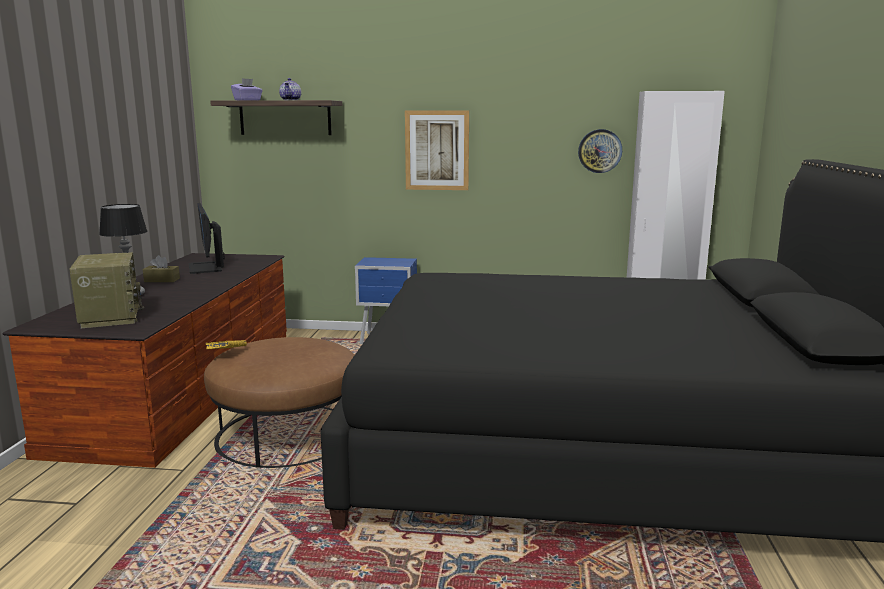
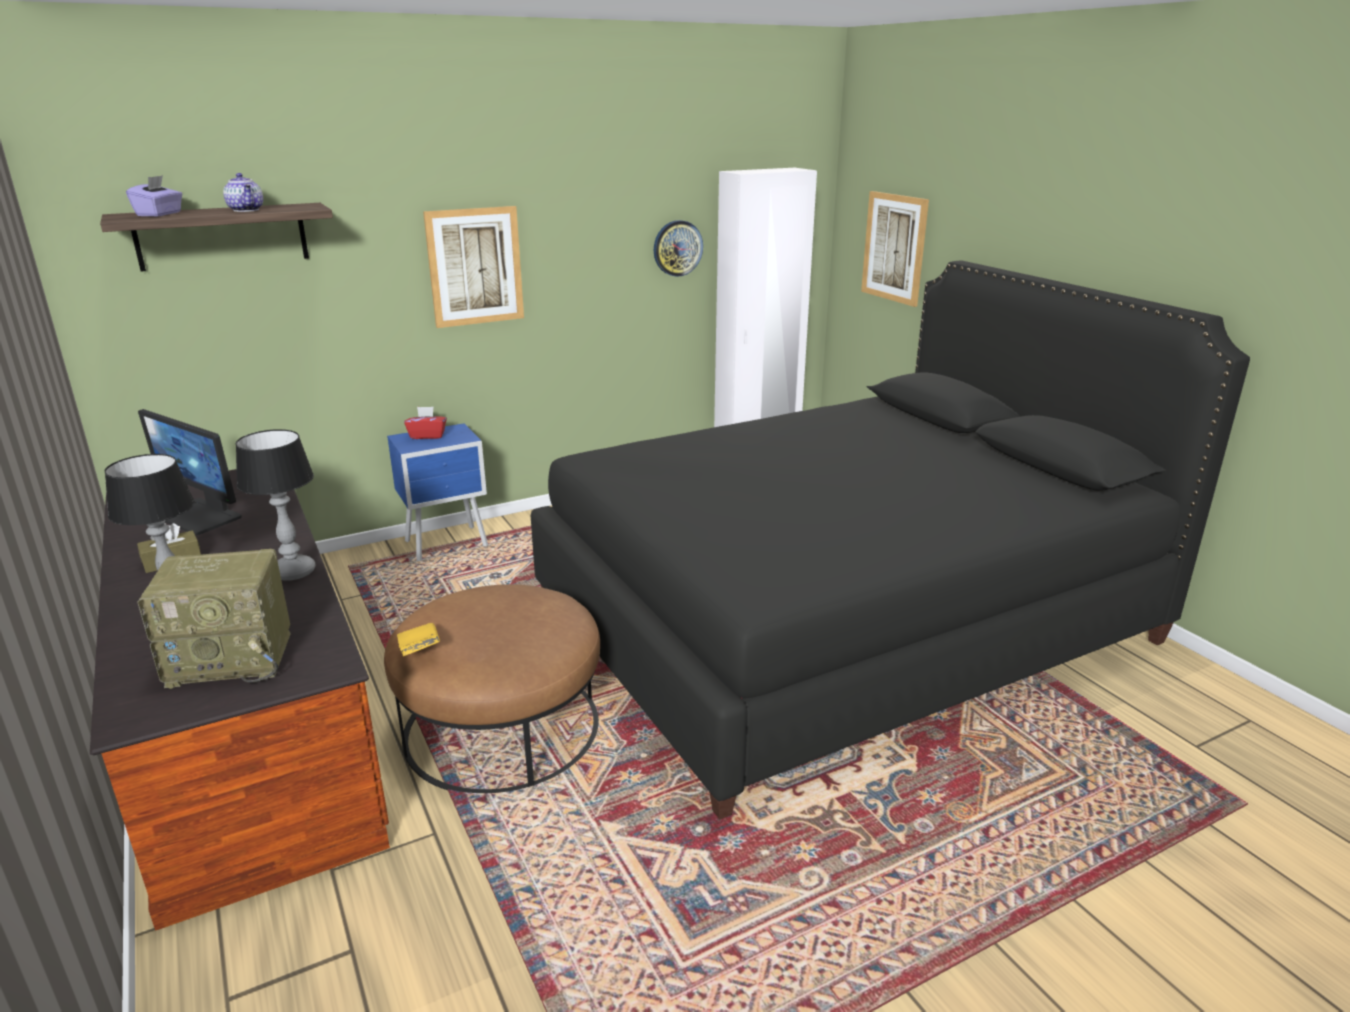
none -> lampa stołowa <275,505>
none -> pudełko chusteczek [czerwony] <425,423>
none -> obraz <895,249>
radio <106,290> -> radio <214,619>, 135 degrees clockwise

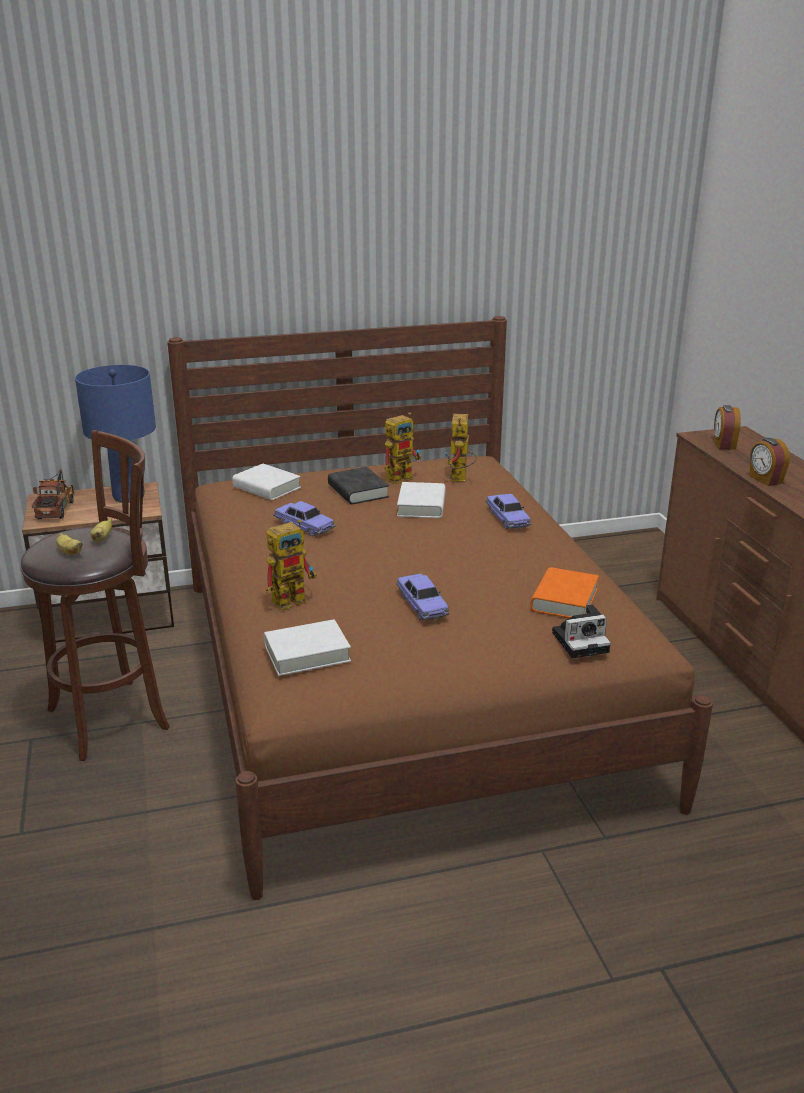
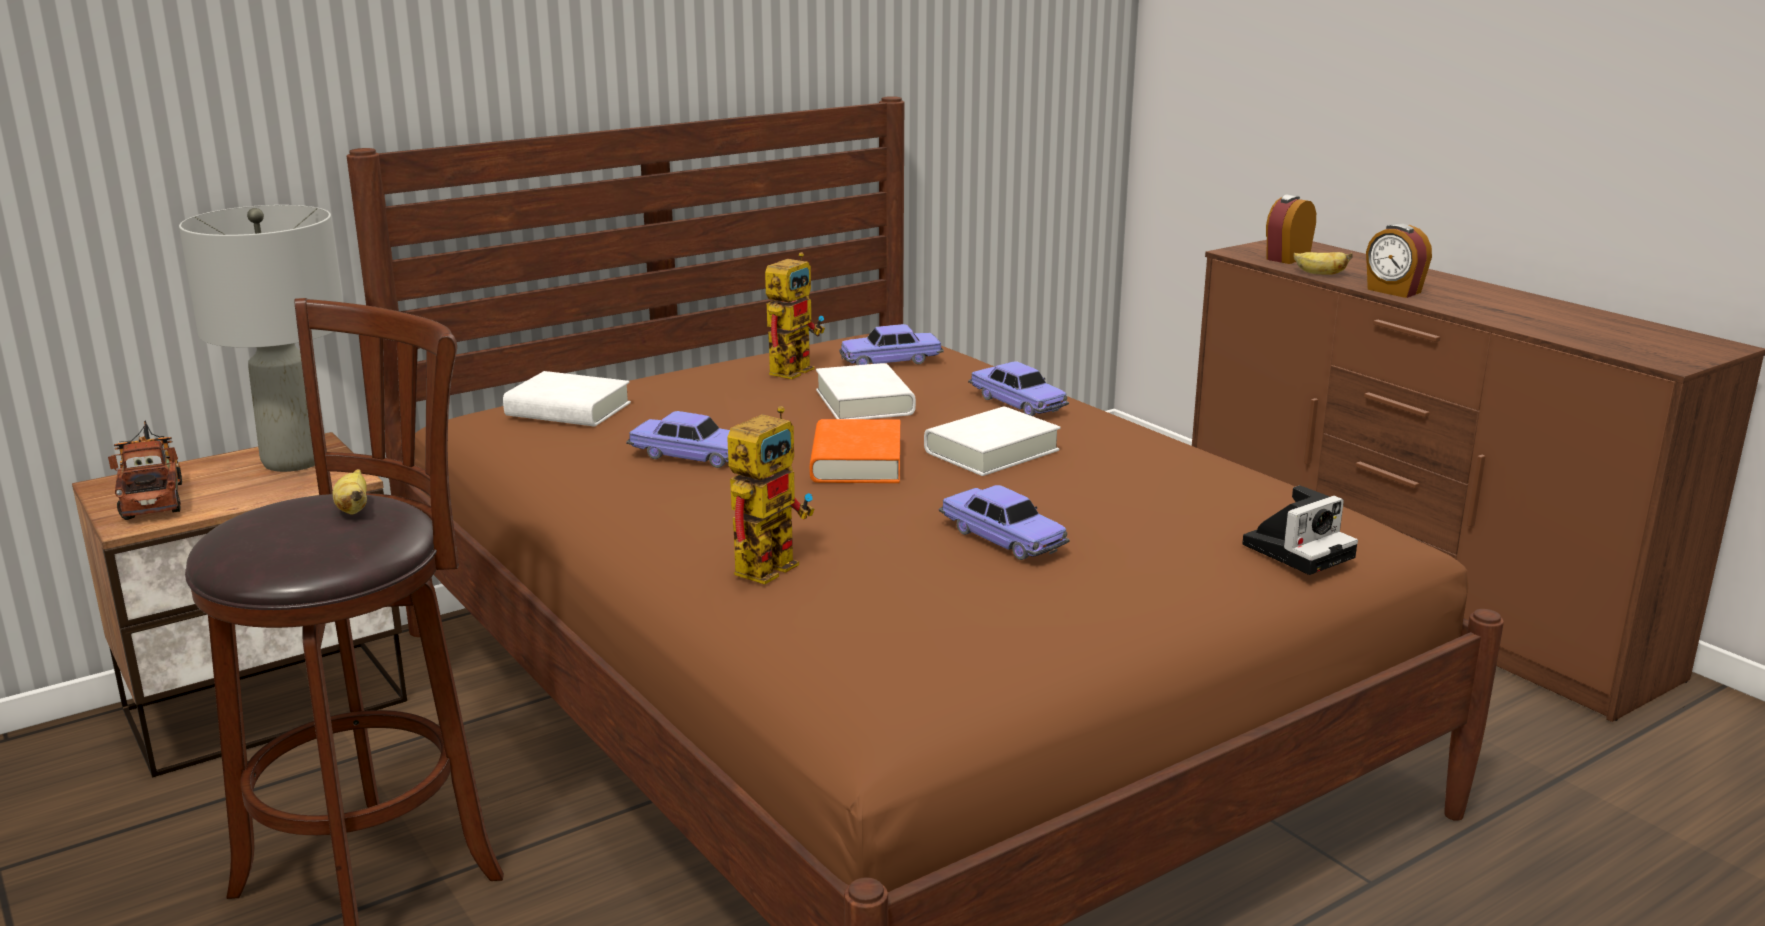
książka [czarny] <358,485> -> none
banan <69,544> -> banan <1323,263>, relocated
książka [biały] <307,647> -> książka [biały] <992,441>, relocated
książka [pomarańczowy] <564,592> -> książka [pomarańczowy] <855,451>, relocated
robot zabawkowy <461,447> -> samochodzik <891,344>
lampa stołowa [niebieski] <115,434> -> lampa stołowa [szary] <261,338>
budzik <727,427> -> budzik <1291,229>, 60 degrees clockwise

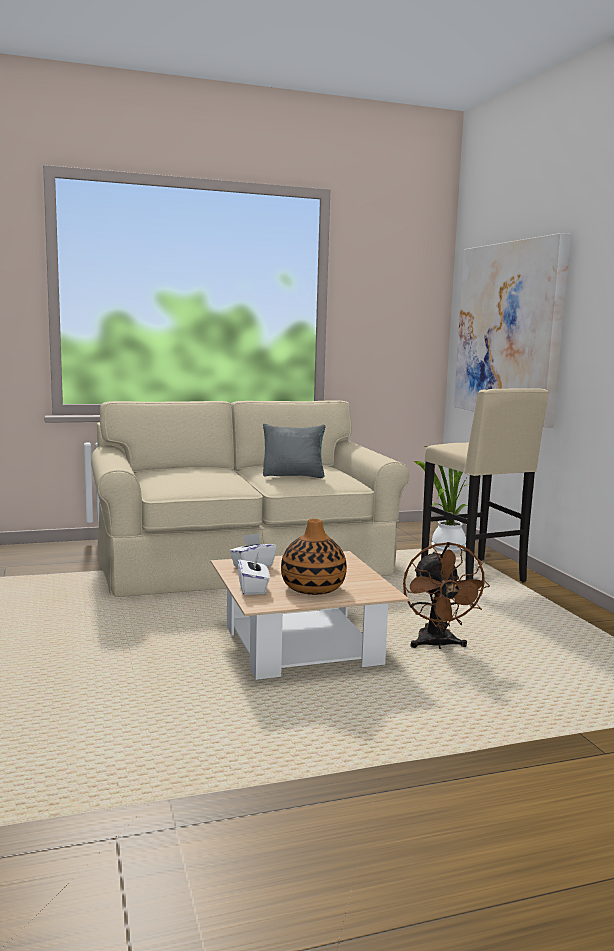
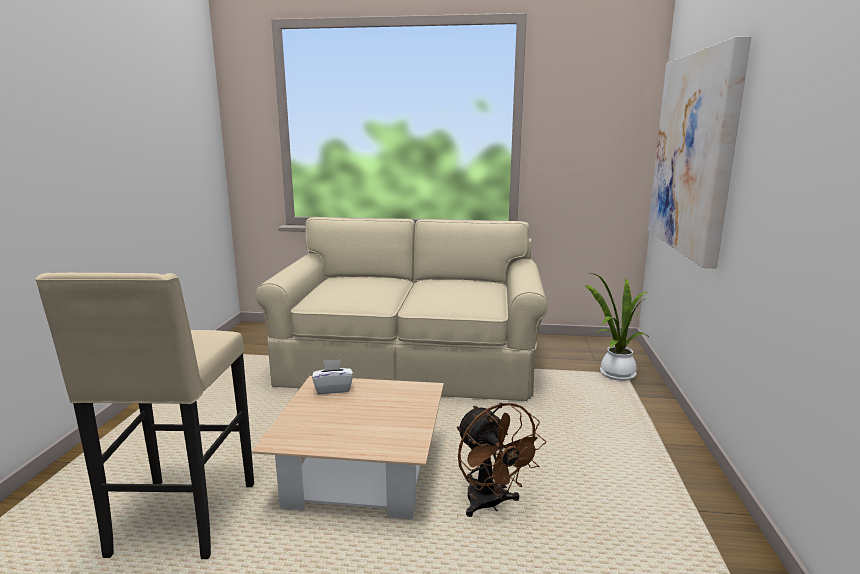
pudełko chusteczek [biały] <254,574> -> none
poduszka [szary] <294,451> -> none
wazon <314,557> -> none
stołek [beżowy] <485,485> -> stołek [beżowy] <144,416>, relocated
wentylator [brązowy] <446,595> -> wentylator [brązowy] <501,460>, 45 degrees counterclockwise

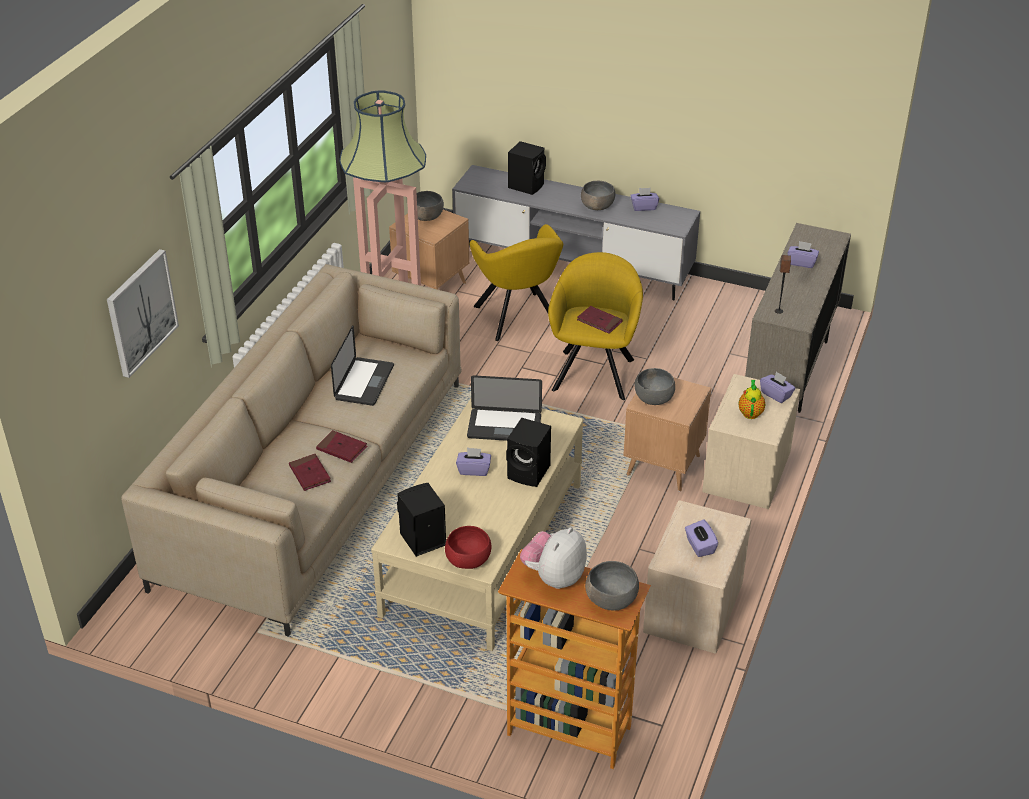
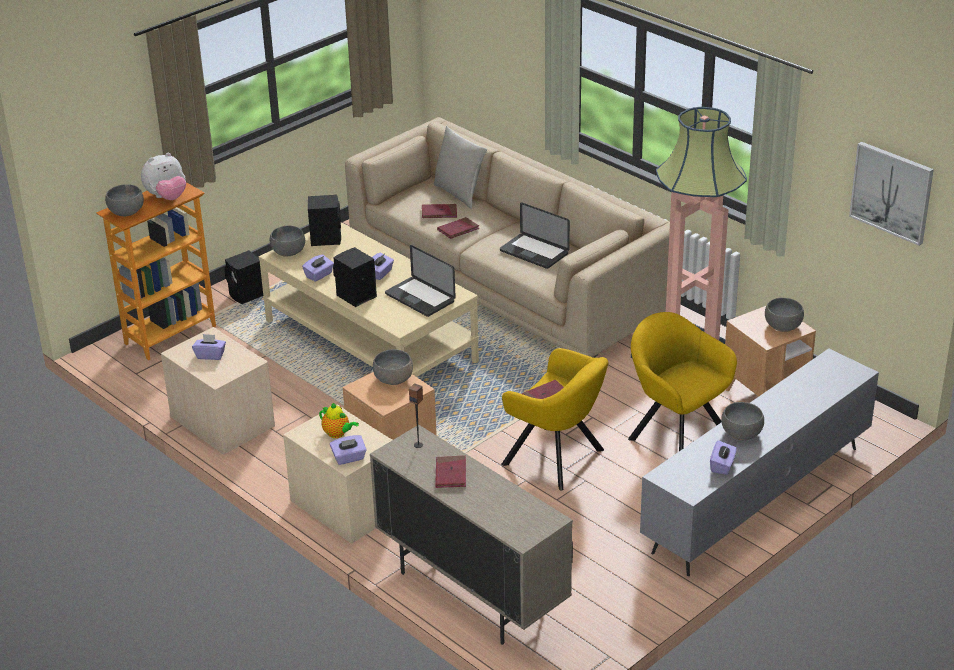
none -> poduszka [szary] <460,167>
none -> książka [czerwony] <450,471>
obraz <143,313> -> obraz <891,194>, relocated
głośnik [czarny] <527,168> -> głośnik [czarny] <243,277>, relocated
pudełko chusteczek [fioletowy] <803,254> -> pudełko chusteczek [fioletowy] <318,268>, relocated
miska [czerwony] <468,547> -> miska [szary] <287,241>
laptop <504,408> -> laptop <420,281>, 75 degrees counterclockwise
fotel [żółty] <516,282> -> fotel [żółty] <682,381>, 45 degrees clockwise
pluszak <553,558> -> pluszak <163,176>, 90 degrees clockwise

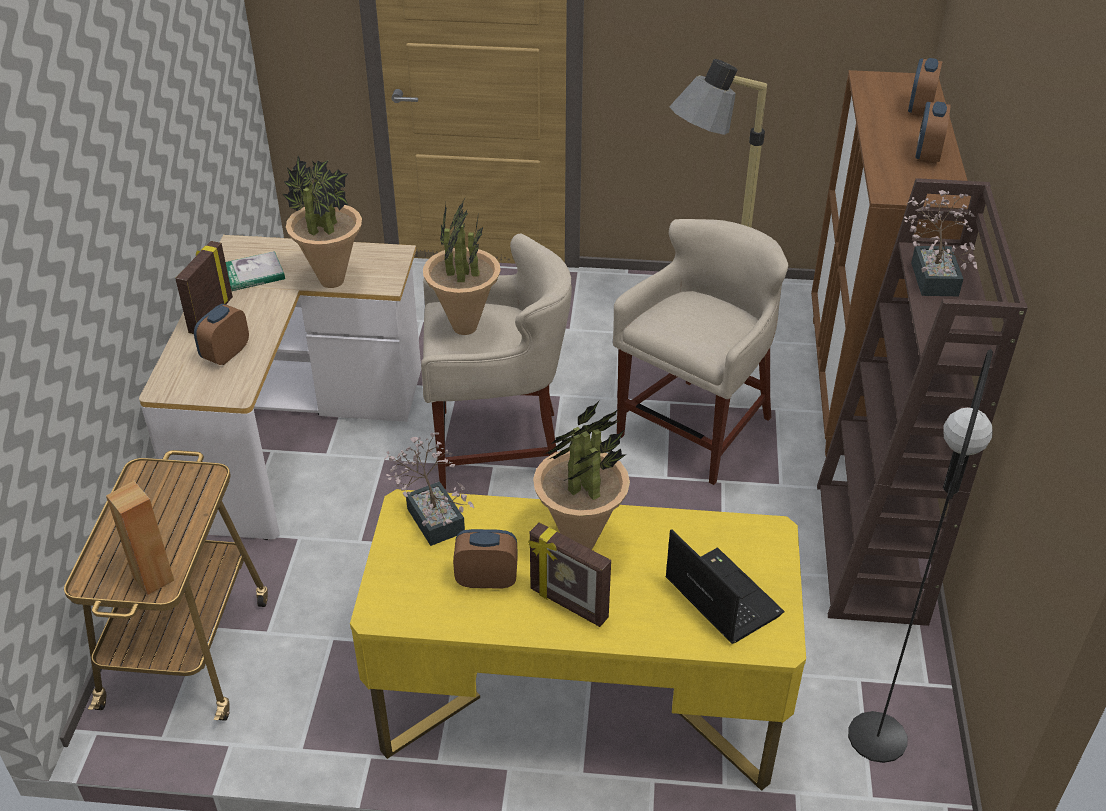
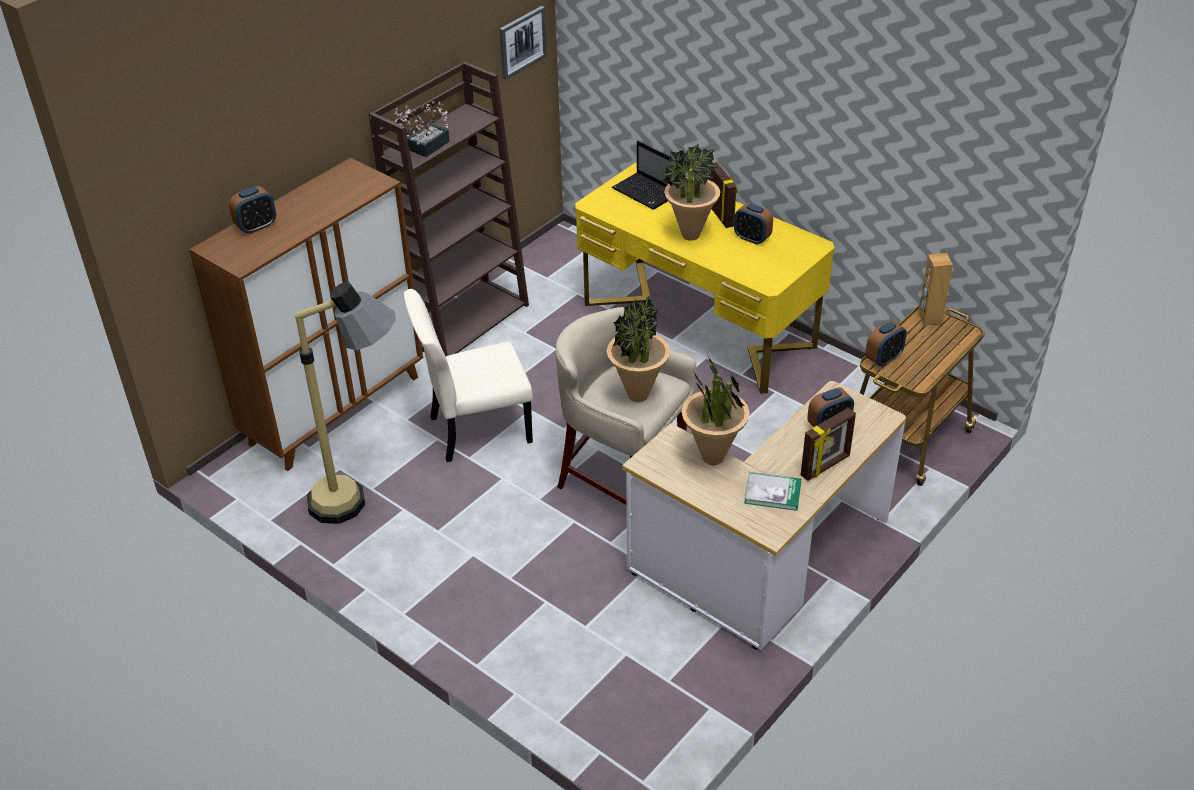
roślina doniczkowa <429,489> -> none
lampa stojąca [czarny] <920,556> -> none
none -> obraz <523,43>
budzik <933,132> -> budzik <886,343>, relocated
stołek [beżowy] <701,352> -> krzesło [beżowy] <468,375>
laptop <725,586> -> laptop <641,175>, 45 degrees counterclockwise

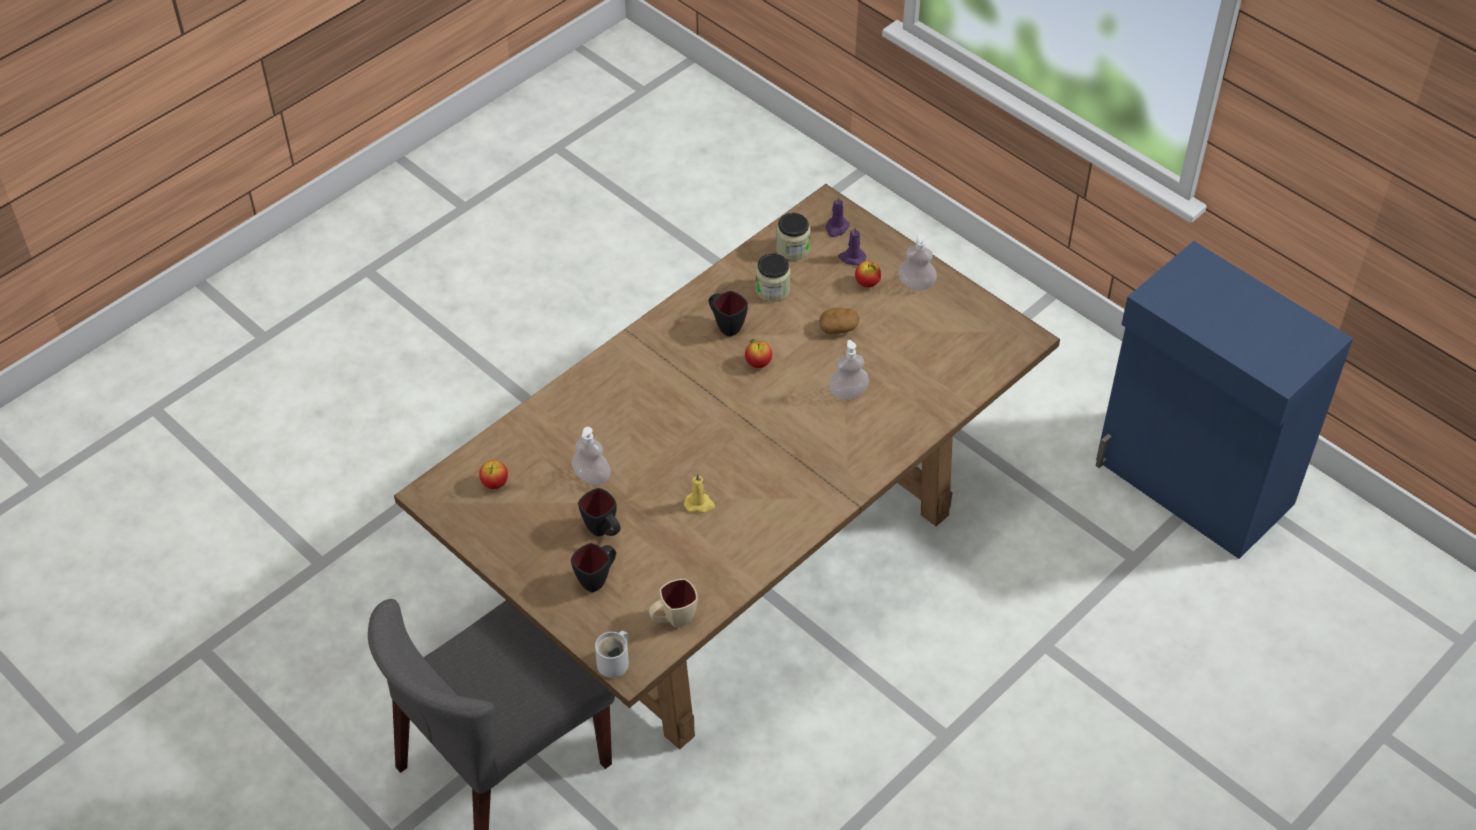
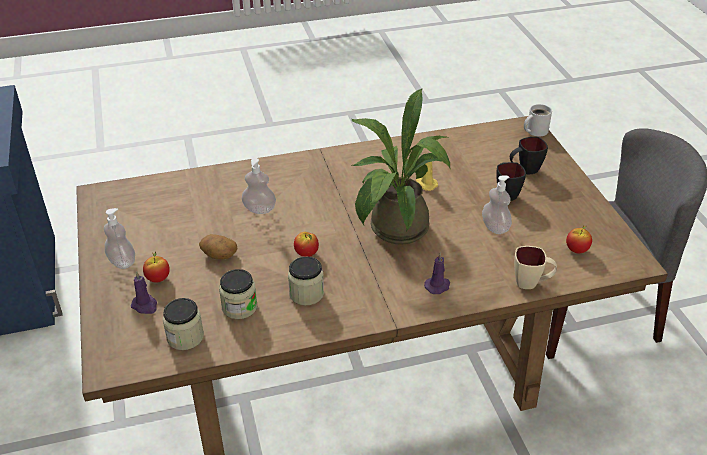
none -> roślina doniczkowa <401,167>
kubek [beżowy] <673,603> -> kubek [beżowy] <535,267>, relocated
świeca [fioletowy] <837,216> -> świeca [fioletowy] <437,273>, relocated
kubek [czarny] <728,314> -> słoik <306,281>

